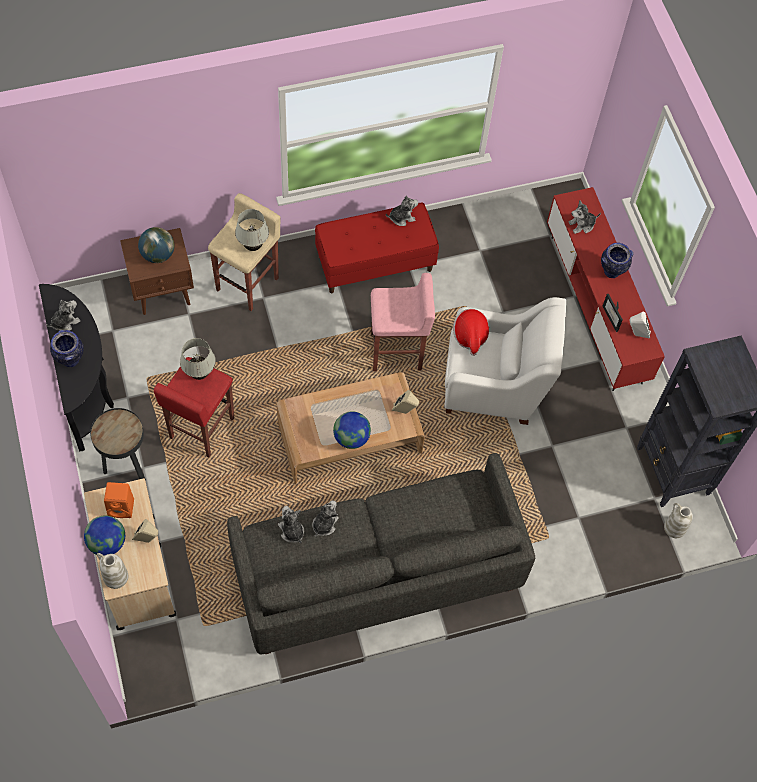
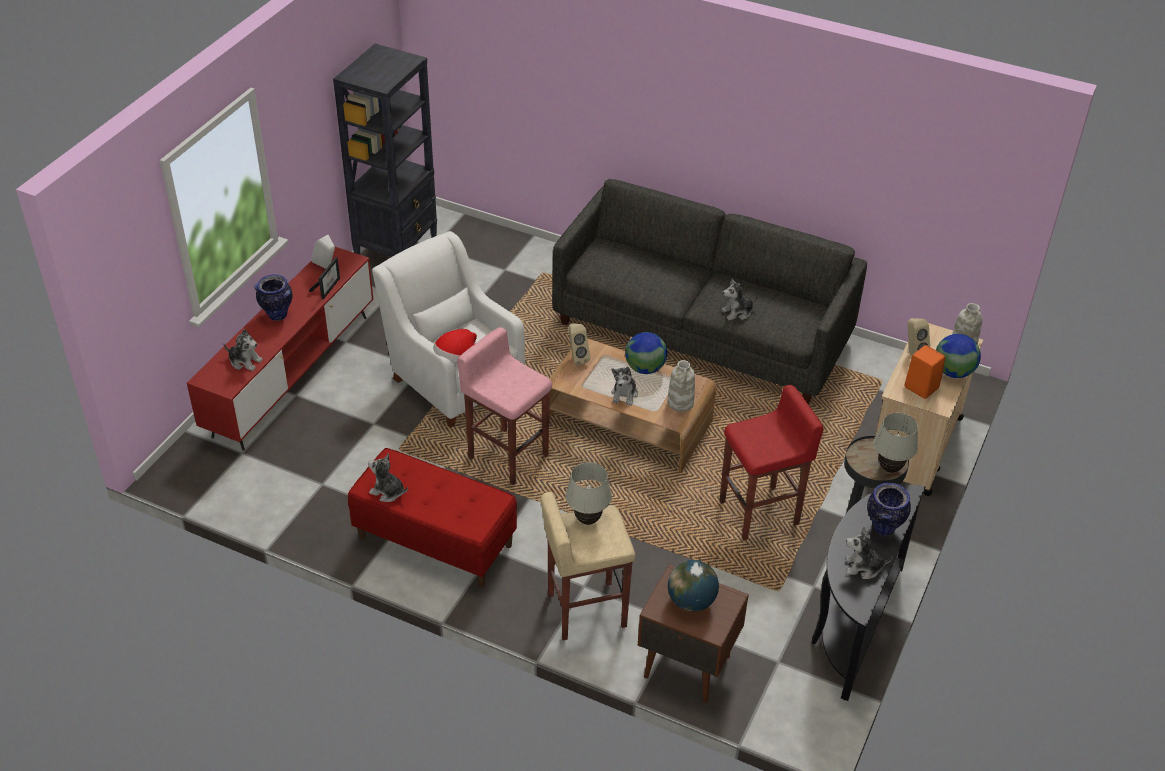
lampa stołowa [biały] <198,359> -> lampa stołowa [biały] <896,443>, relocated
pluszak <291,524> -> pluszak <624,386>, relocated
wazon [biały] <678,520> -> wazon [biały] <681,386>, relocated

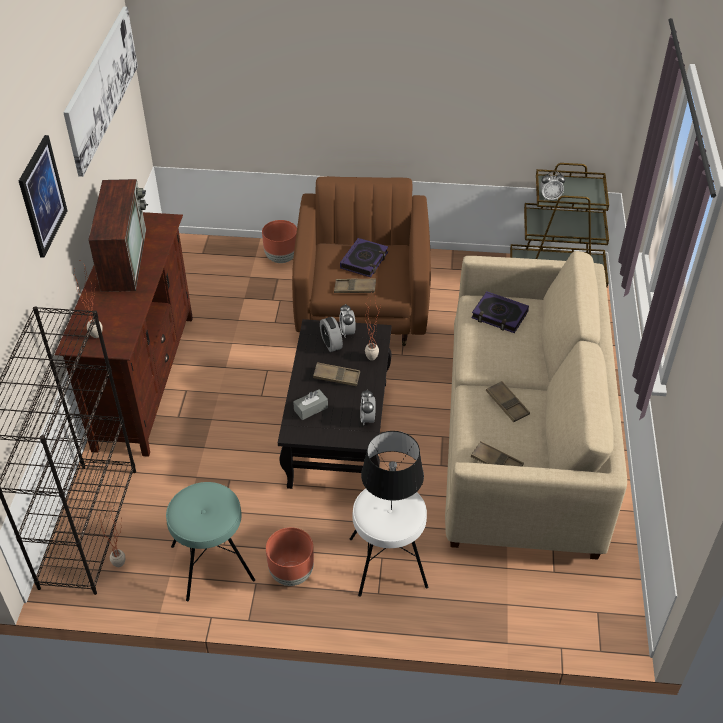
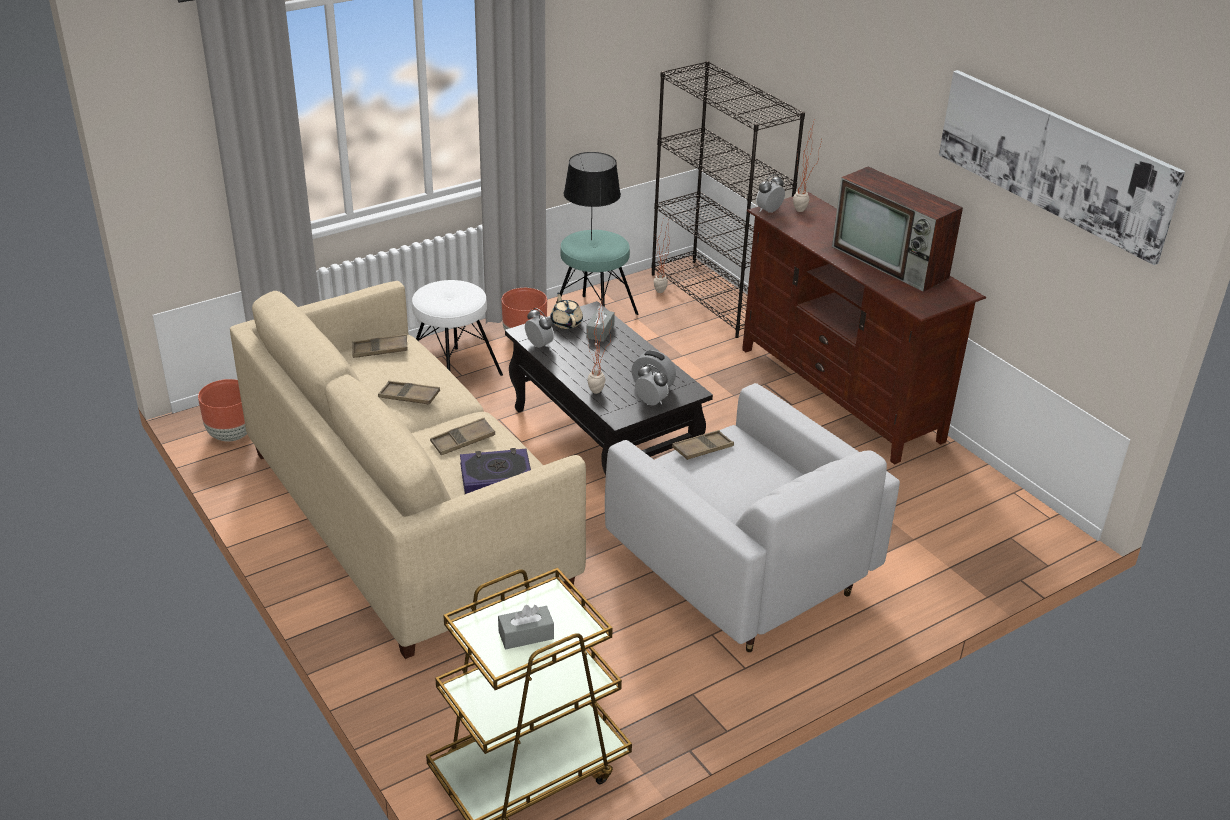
obraz <43,196> -> none
książka <364,257> -> none
none -> pudełko chusteczek [szary] <526,627>
none -> imbryk [beżowy] <566,311>
donica [brązowy] <279,241> -> donica [brązowy] <222,410>, relocated
taca [brązowy] <336,374> -> taca [brązowy] <462,436>, relocated
lampa stołowa [czarny] <392,470> -> lampa stołowa [czarny] <592,196>, relocated
budzik <552,185> -> budzik <770,193>, relocated
fotel [brązowy] <361,261> -> fotel [biały] <752,517>

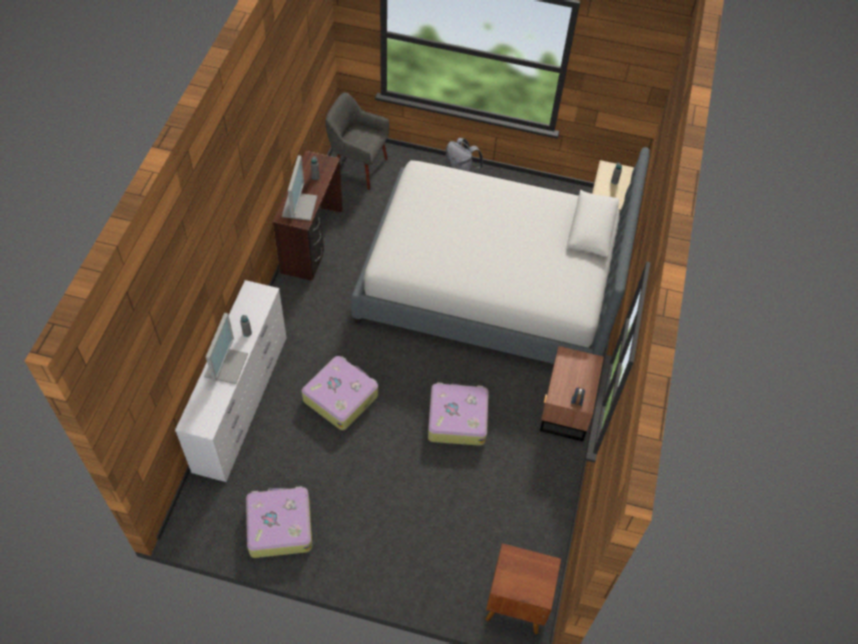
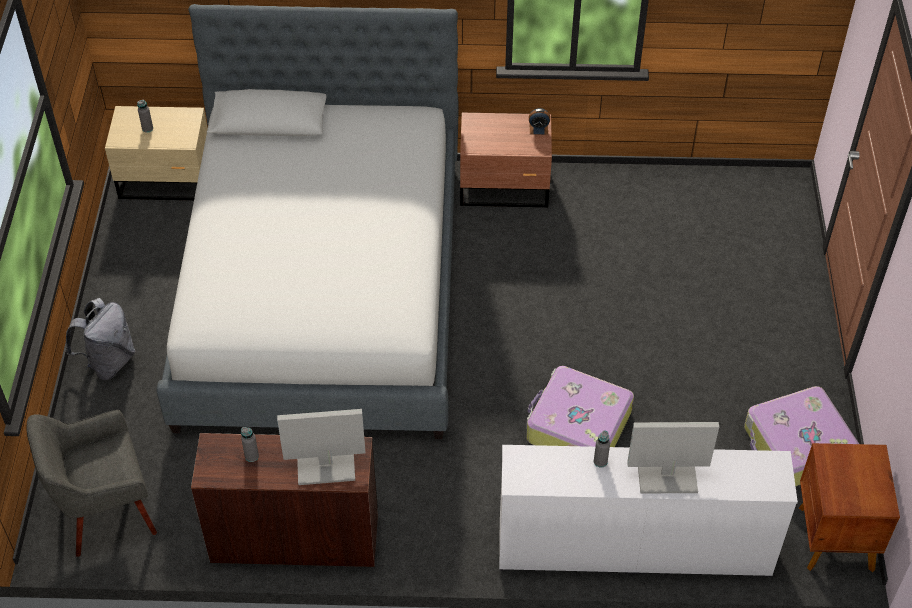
walizka <458,414> -> none
szafka nocna [brązowy] <523,588> -> szafka nocna [brązowy] <849,507>, relocated
fotel [szary] <357,141> -> fotel [szary] <92,483>, 60 degrees clockwise

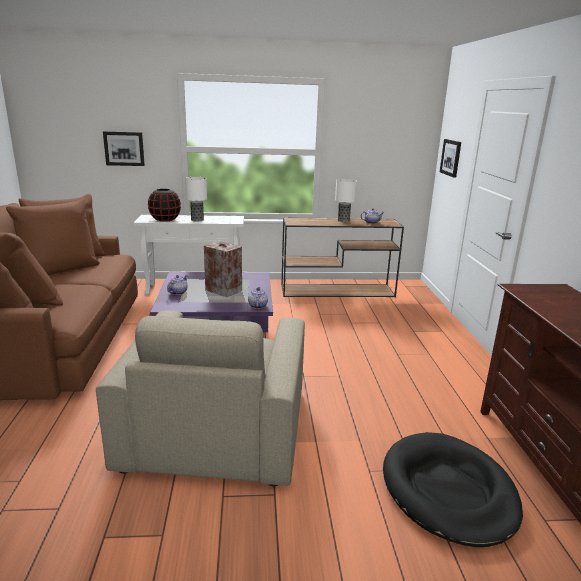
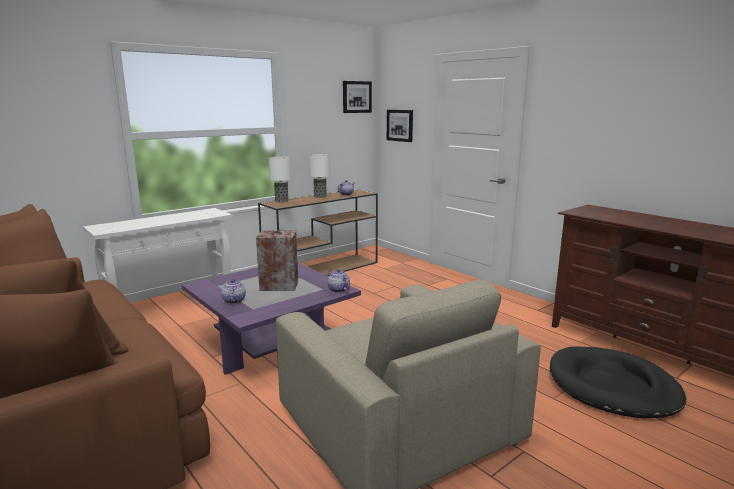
wazon [czarny] <164,205> -> none
obraz <124,148> -> obraz <357,97>, relocated
lampa stołowa <196,199> -> lampa stołowa <280,179>, relocated

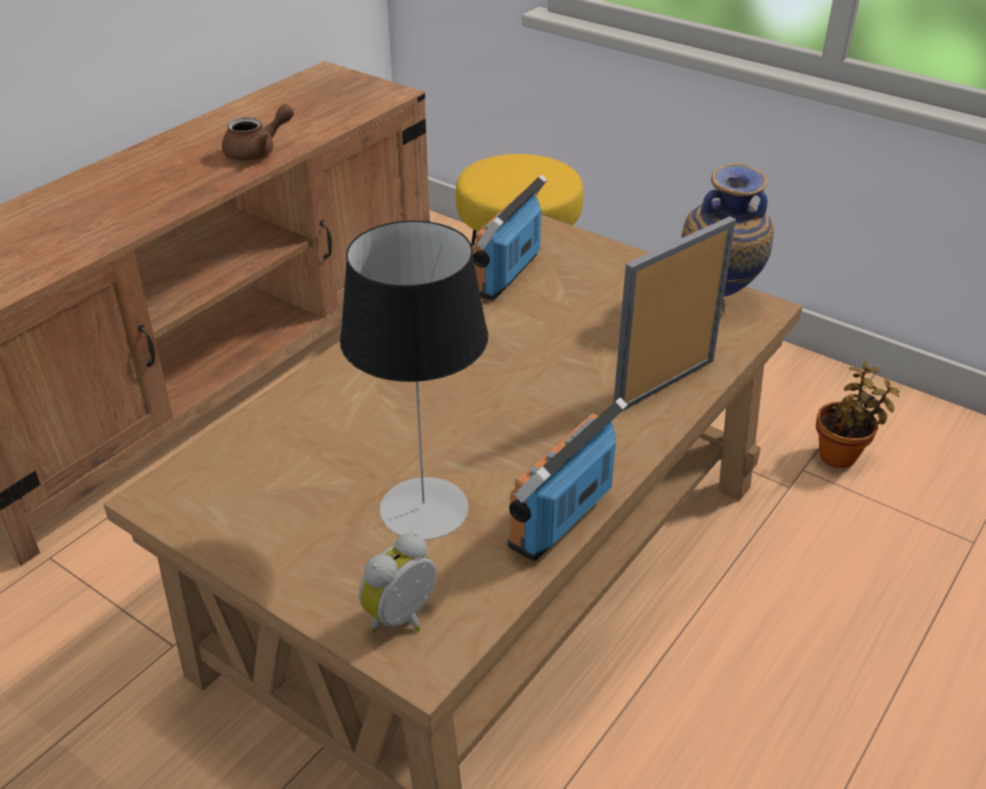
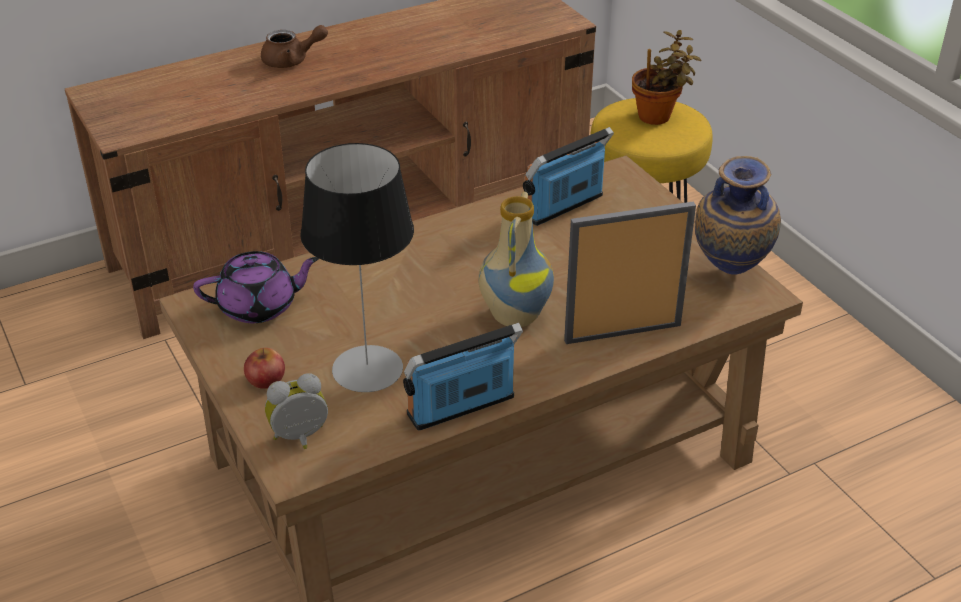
none -> imbryk [fioletowy] <256,287>
none -> jabłko <264,368>
none -> wazon <516,259>
imbryk [brązowy] <258,132> -> imbryk [brązowy] <294,46>, relocated
roślina doniczkowa <858,415> -> roślina doniczkowa <667,77>, relocated

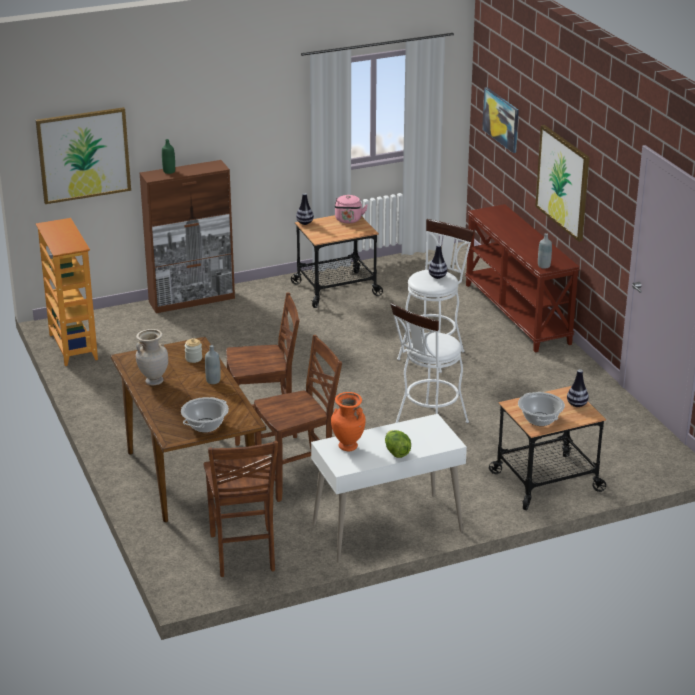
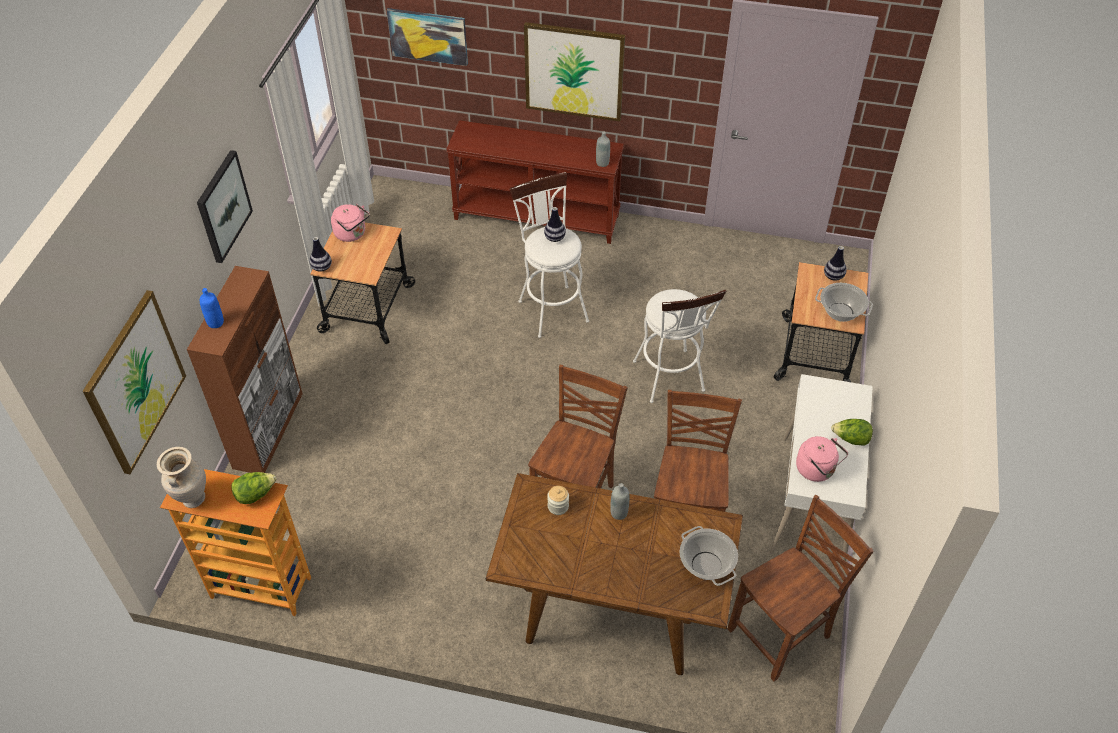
none -> obraz <225,206>
none -> sałata <254,488>
wazon [beżowy] <152,357> -> wazon [beżowy] <181,477>, relocated
wazon [pomarańczowy] <348,421> -> czajnik [różowy] <822,459>
butelka [zielony] <168,156> -> butelka [niebieski] <212,308>
krzesło [brązowy] <241,509> -> krzesło [brązowy] <801,588>, 60 degrees counterclockwise

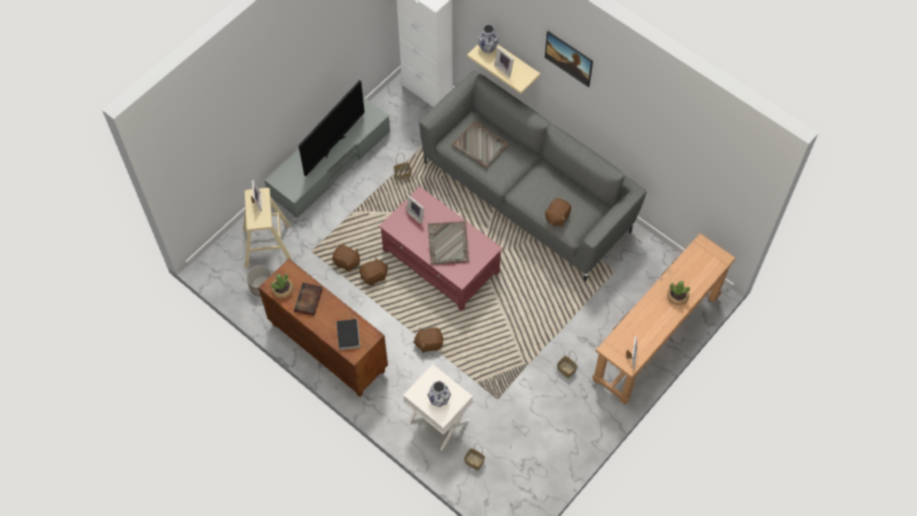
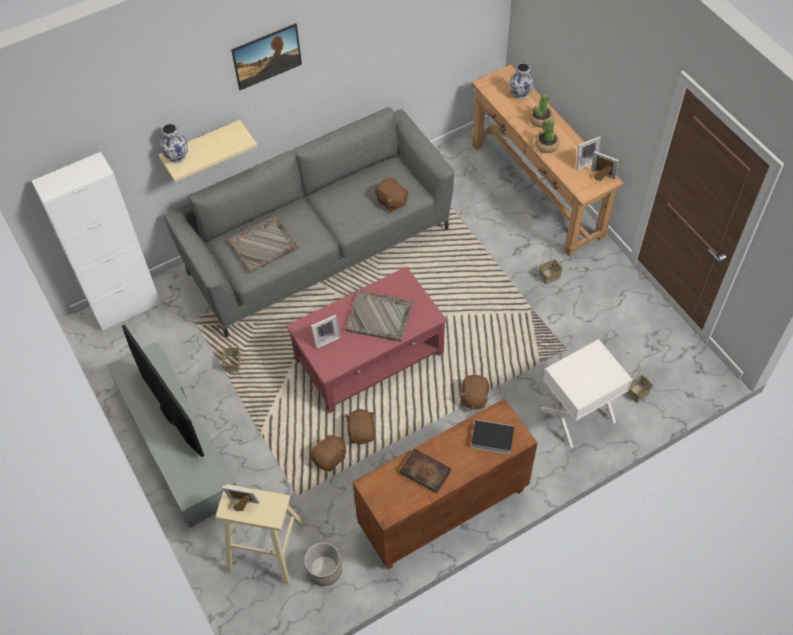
roślina doniczkowa <282,286> -> roślina doniczkowa <547,136>, relocated
wazon <439,394> -> wazon <521,81>, relocated
ramka na zdjęcie <504,62> -> ramka na zdjęcie <589,153>, relocated

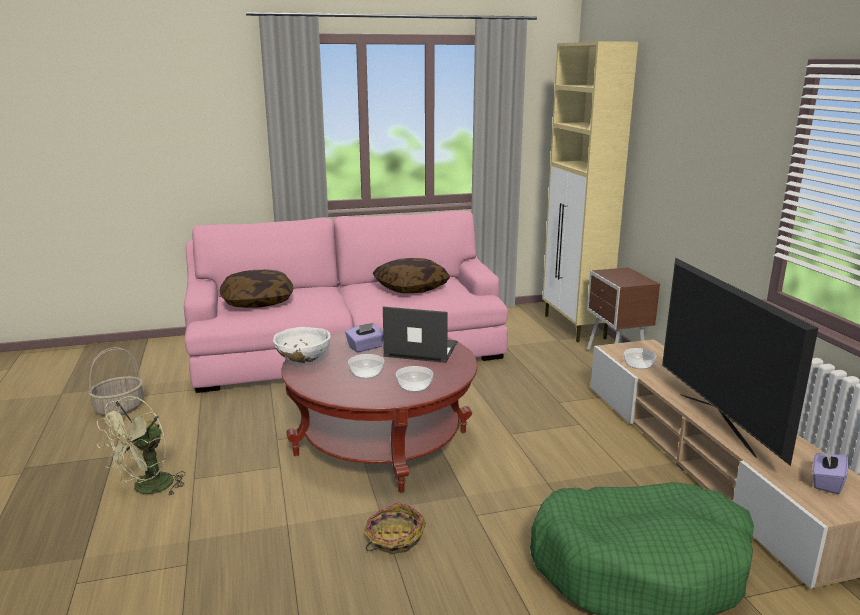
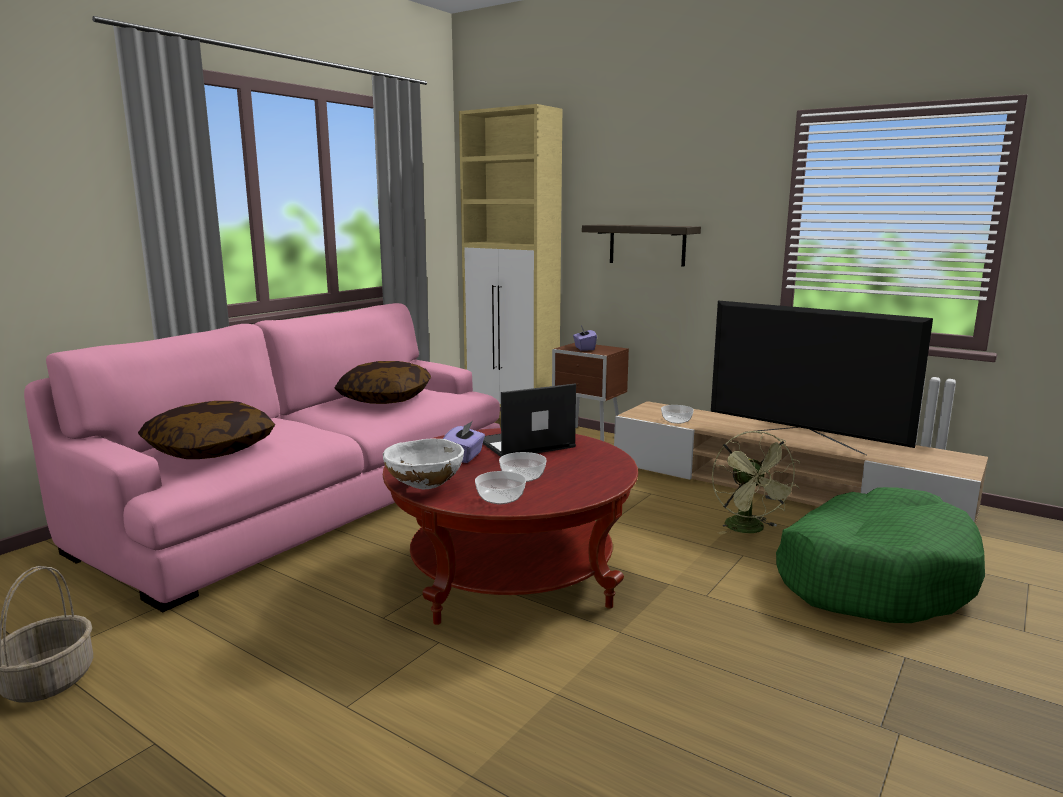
koszyk <395,528> -> none
none -> półka <641,246>
wentylator [zielony] <141,446> -> wentylator [zielony] <756,482>, relocated
miska <414,379> -> miska <500,487>, relocated
pudełko chusteczek [fioletowy] <830,470> -> pudełko chusteczek [fioletowy] <585,338>, relocated

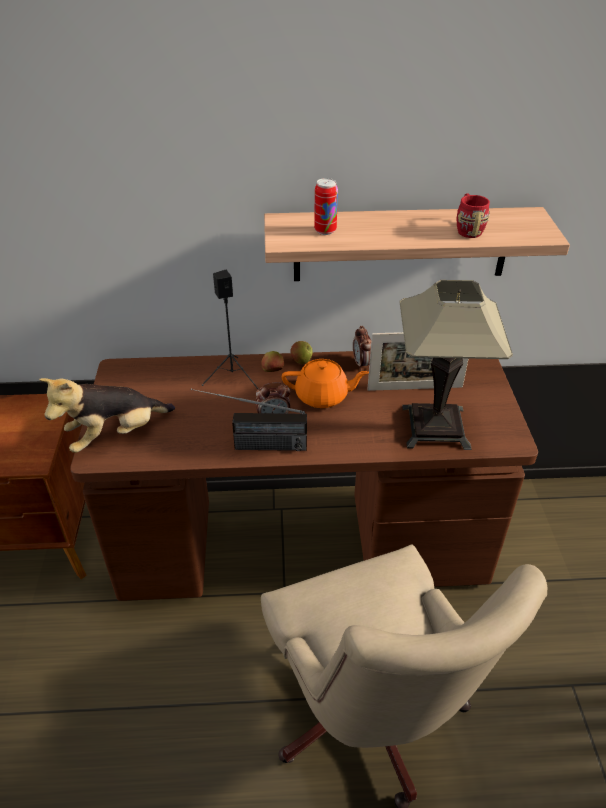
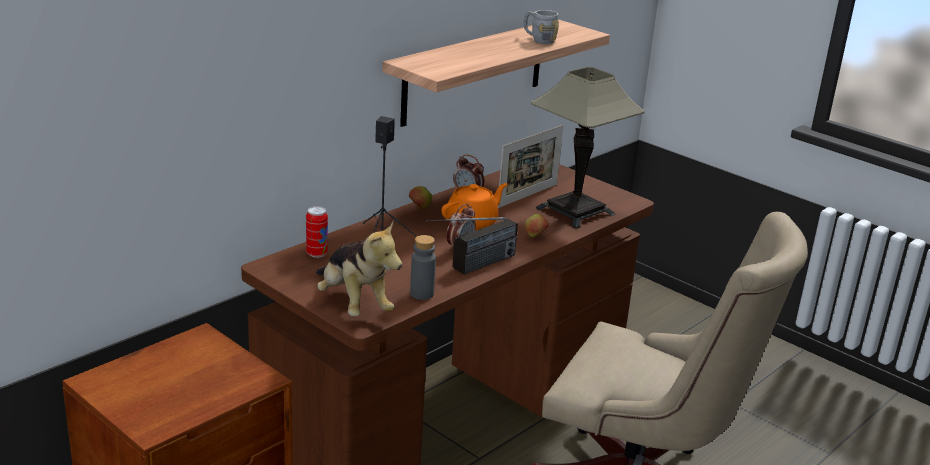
none -> butelka [szary] <423,267>
jabłko <272,361> -> jabłko <537,226>, relocated
puszka <326,206> -> puszka <317,232>, relocated
kubek [czerwony] <473,215> -> kubek [szary] <541,27>
pluszak <107,415> -> pluszak <359,268>, 45 degrees counterclockwise

